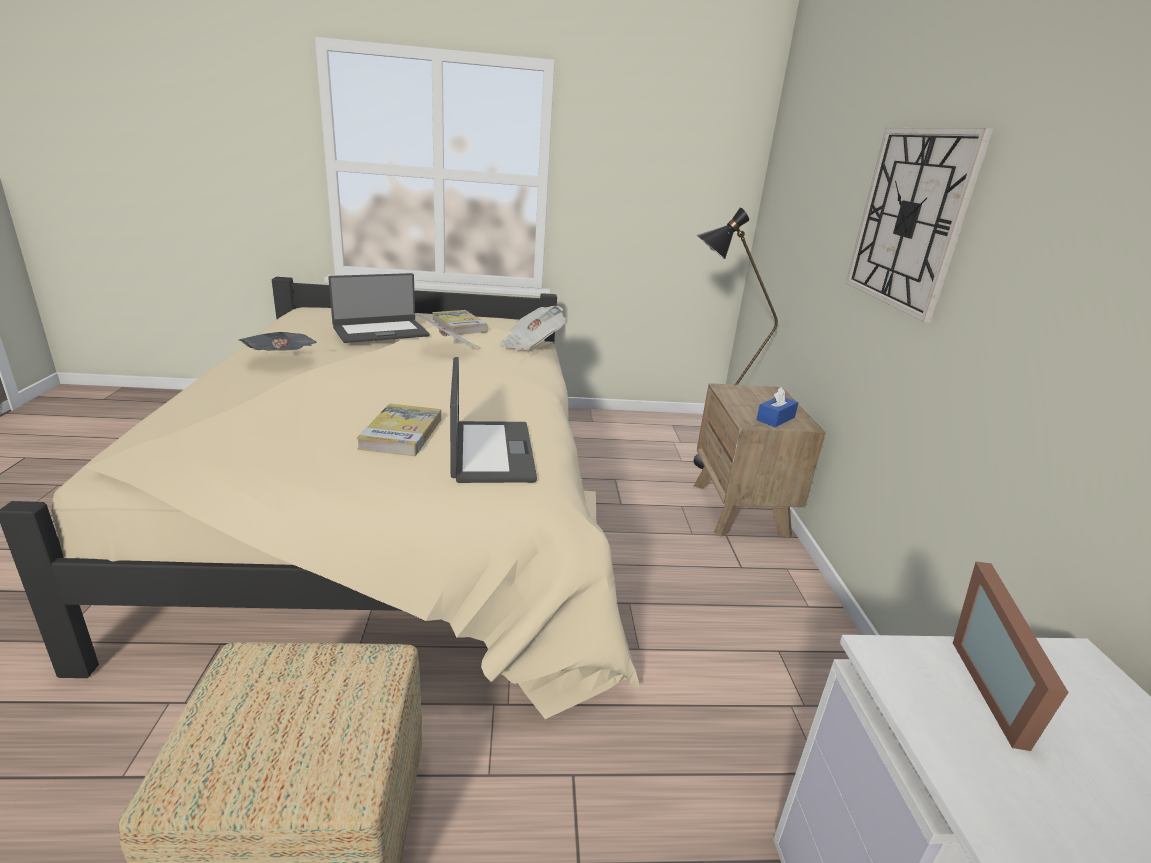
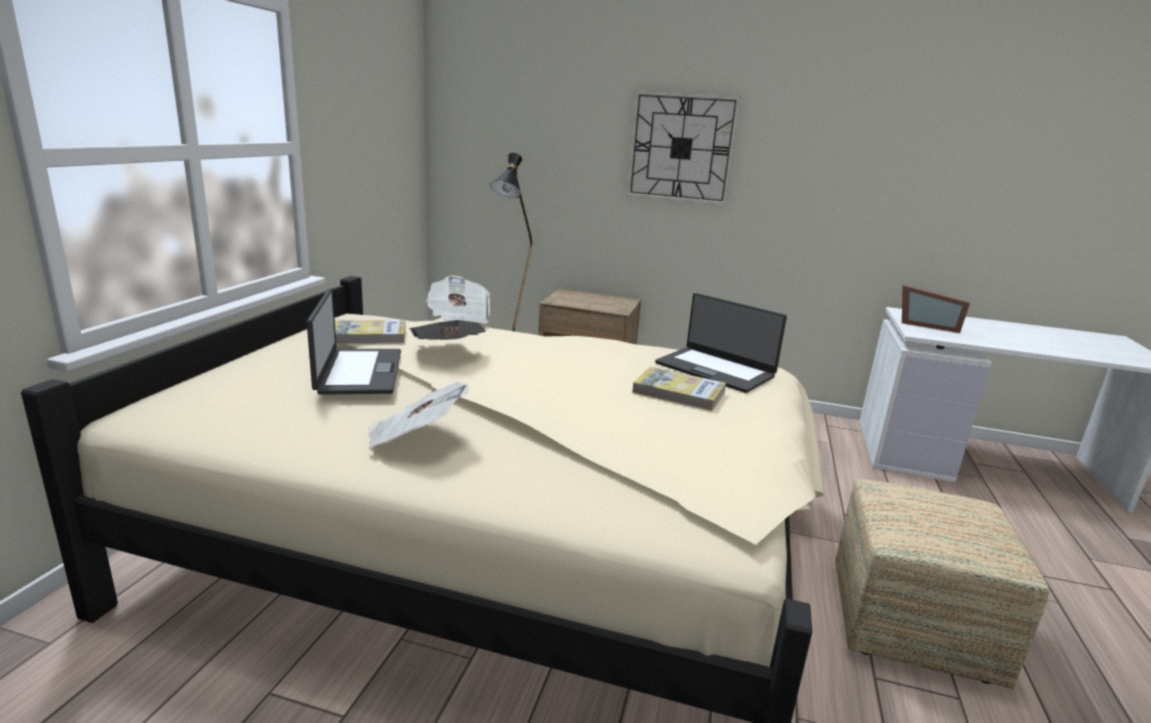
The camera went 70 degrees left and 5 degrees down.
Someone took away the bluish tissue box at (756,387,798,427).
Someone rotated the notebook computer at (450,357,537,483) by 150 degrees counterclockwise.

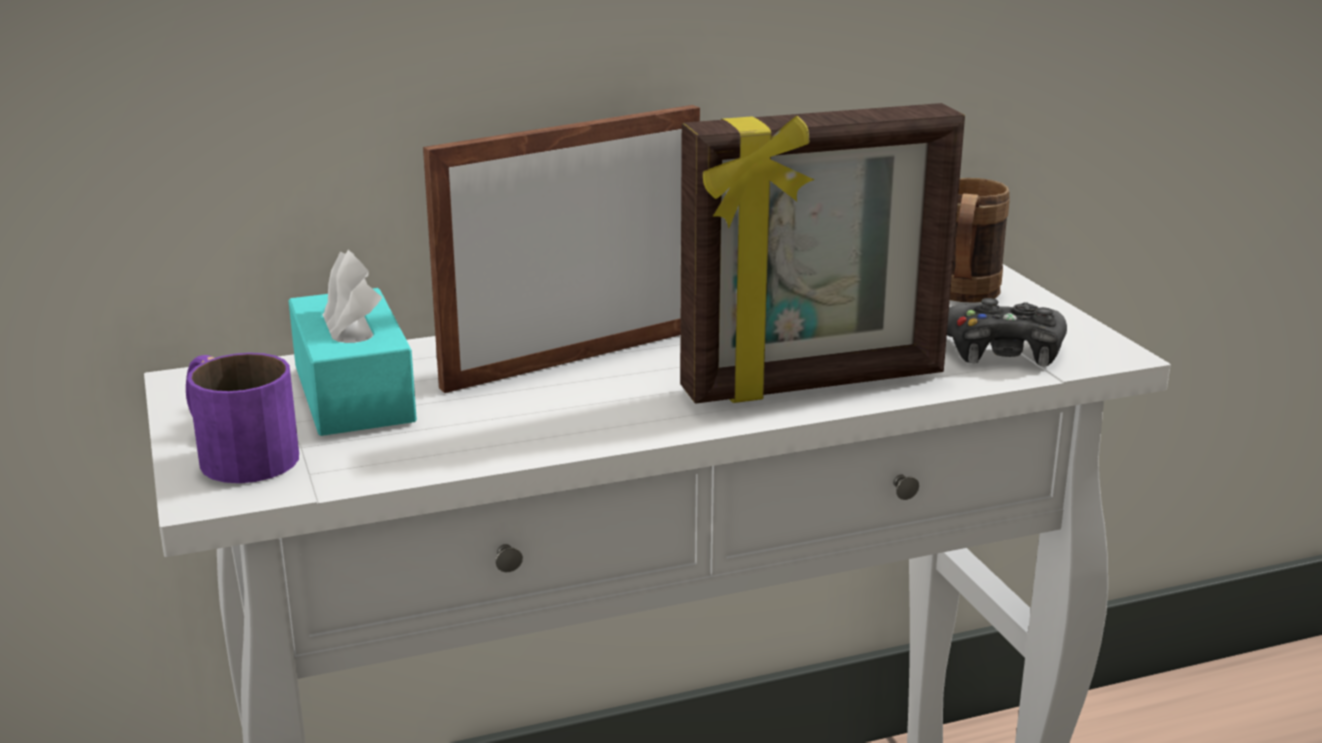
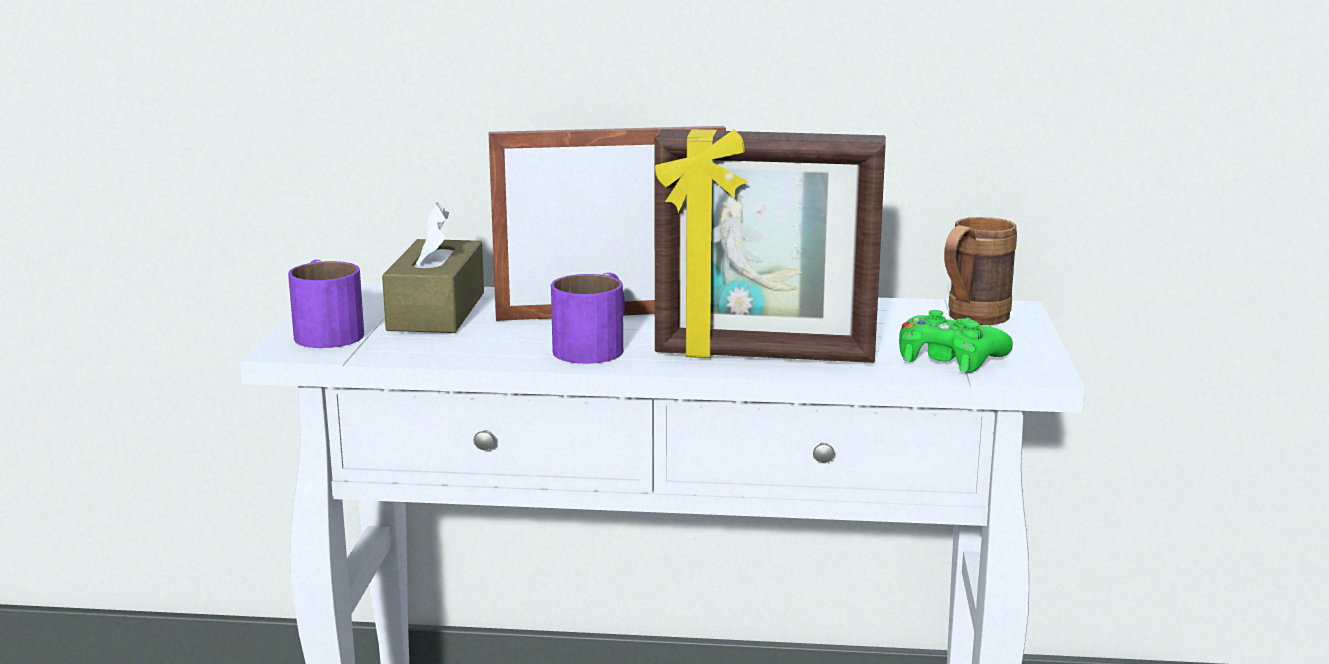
The camera went 25 degrees right and 5 degrees down.
Someone put down the purplish mug at (551,272,625,364).
Someone repainted the turquoise-coloured tissue box at (288,250,417,436), which became the brownish tissue box at (382,202,484,333).
Someone repainted the black-coloured game controller at (947,298,1067,366), which became the greenish game controller at (899,310,1013,373).

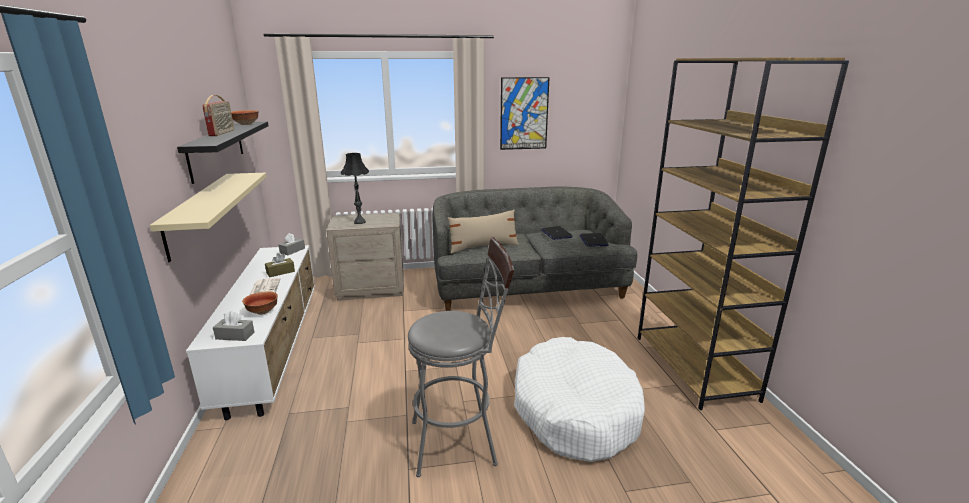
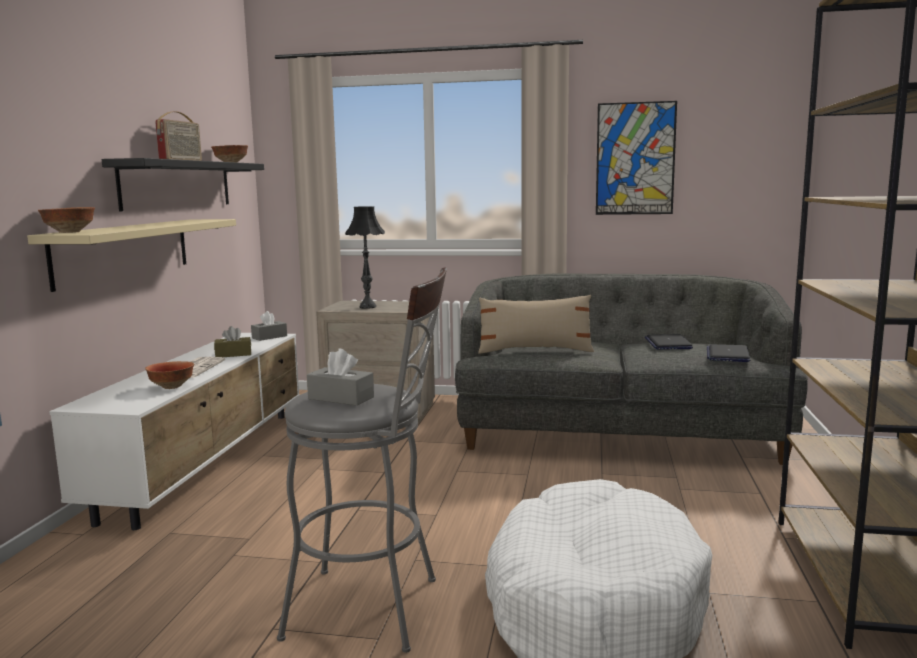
The camera went 20 degrees right and 10 degrees down.
Someone put down the serving bowl at (38,207,95,233).
Someone carried the gray tissue box from (213,311,254,341) to (307,349,374,406).

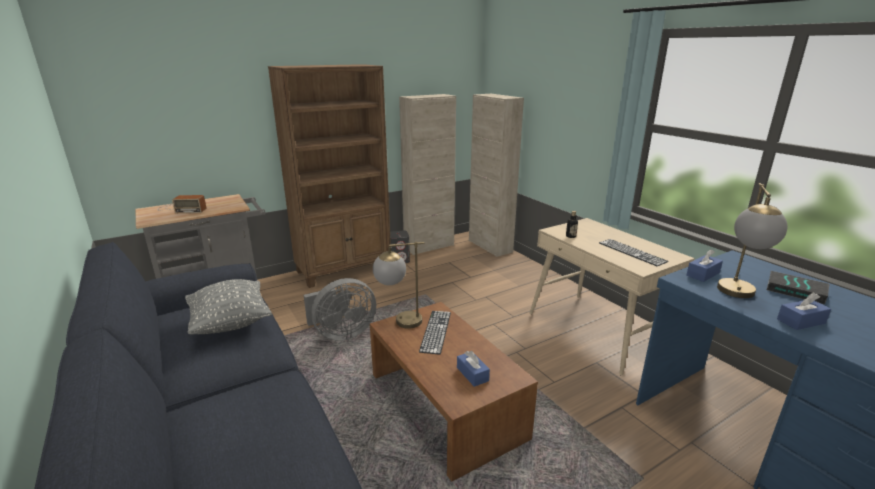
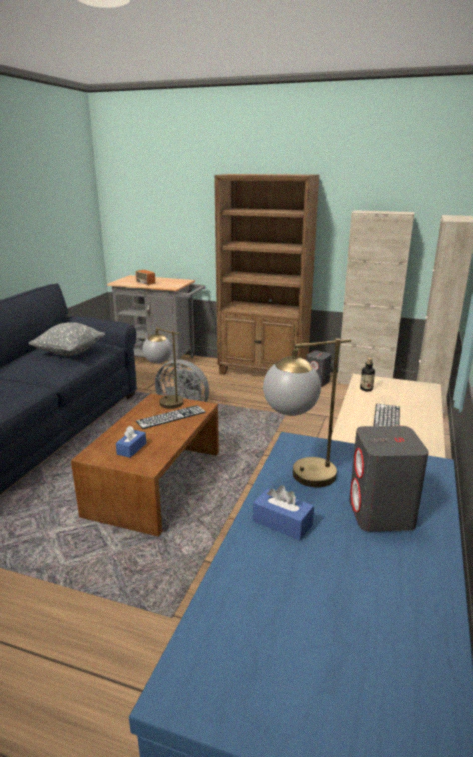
The camera went 50 degrees right and 0 degrees up.
Someone took away the bluish tissue box at (686,249,723,282).
Someone swapped the volume at (767,271,829,304) for the gray speaker at (349,426,429,531).

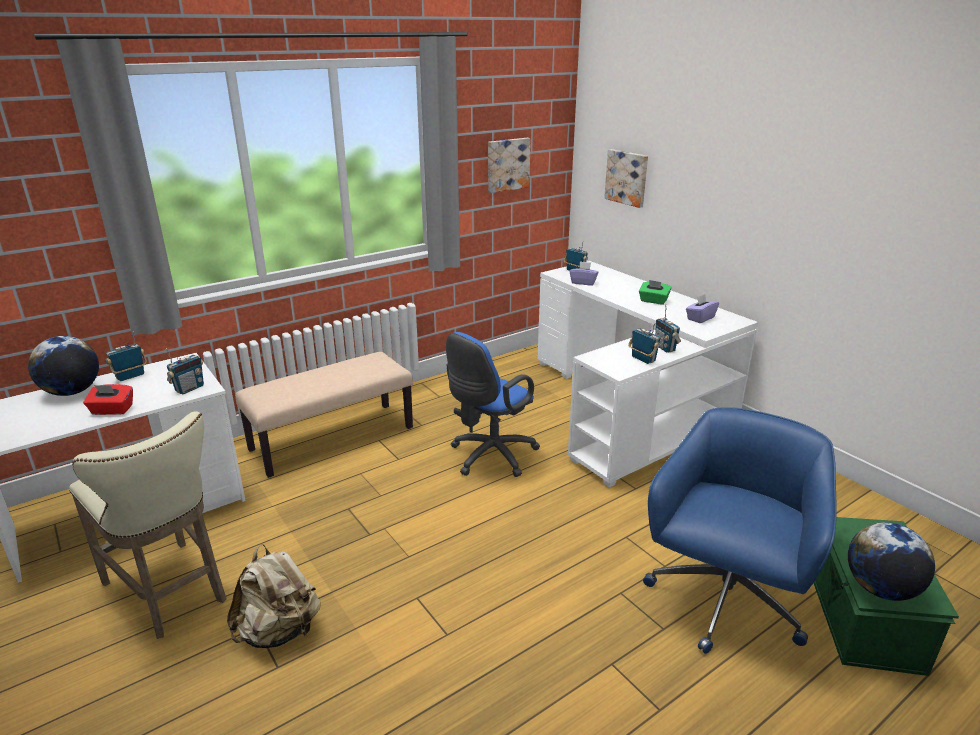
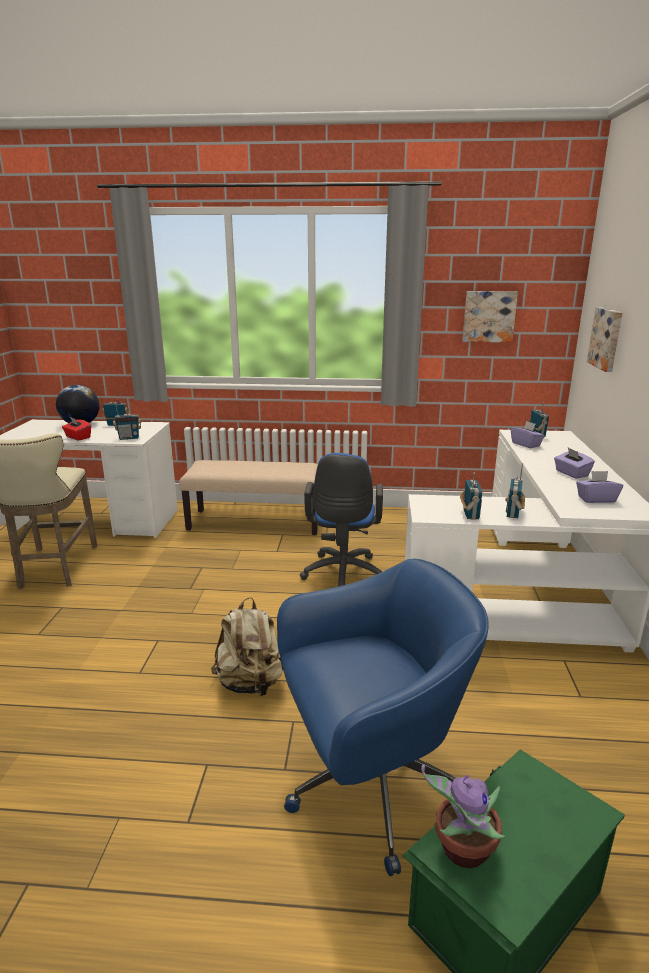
The camera went 40 degrees right and 5 degrees down.
Someone carried the sand-coloured rucksack from (227,544,321,648) to (211,597,283,696).
Someone swapped the world globe at (848,522,935,601) for the potted plant at (421,764,505,868).
Someone repainted the greenish tissue box at (639,280,671,305), which became the purplish tissue box at (554,448,595,479).
Someone rotated the bluish desk chair at (446,332,540,477) by 75 degrees counterclockwise.

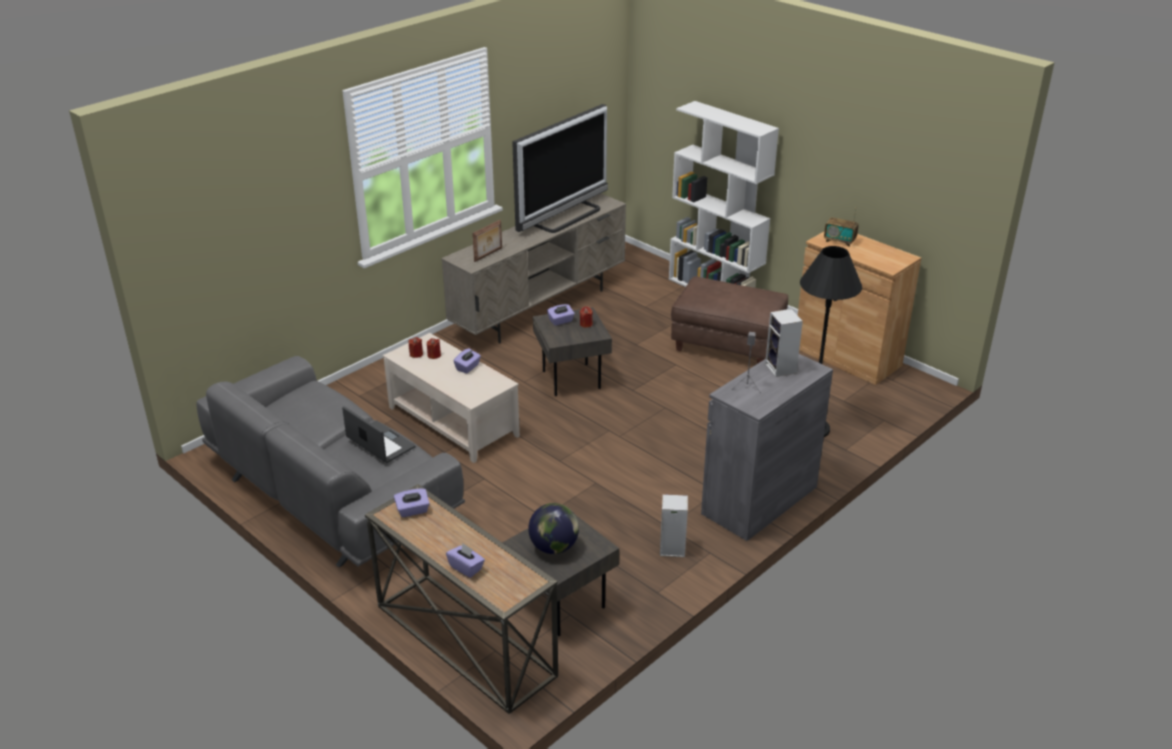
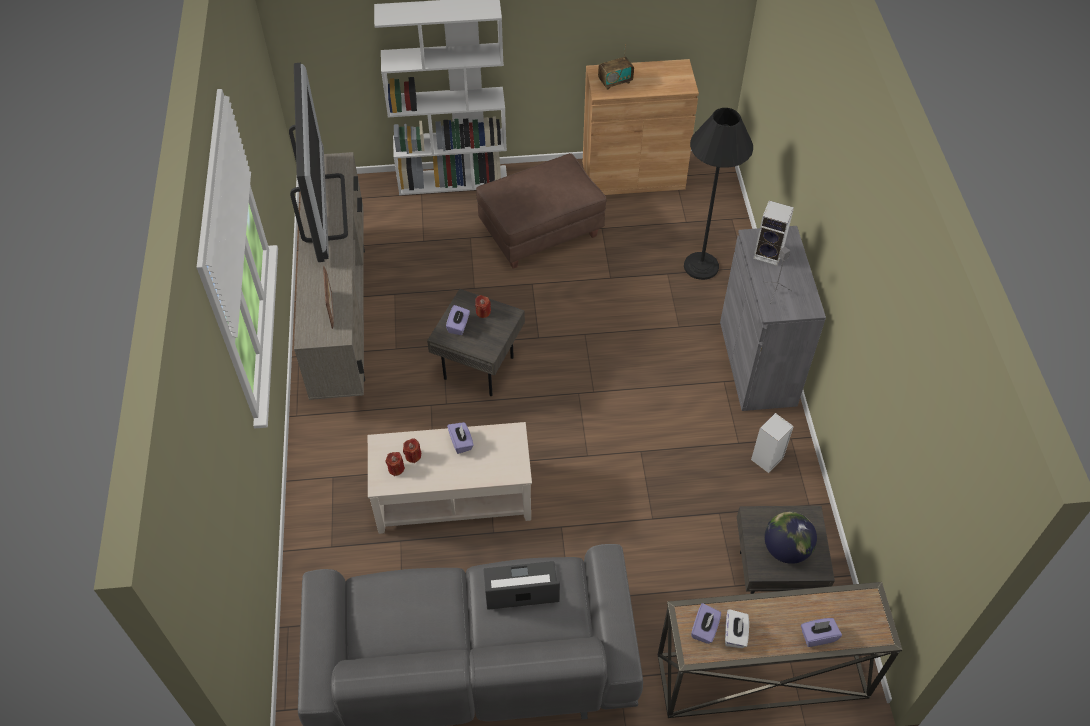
The camera went 50 degrees left and 20 degrees up.
Someone put down the white-coloured tissue box at (725,609,749,648).

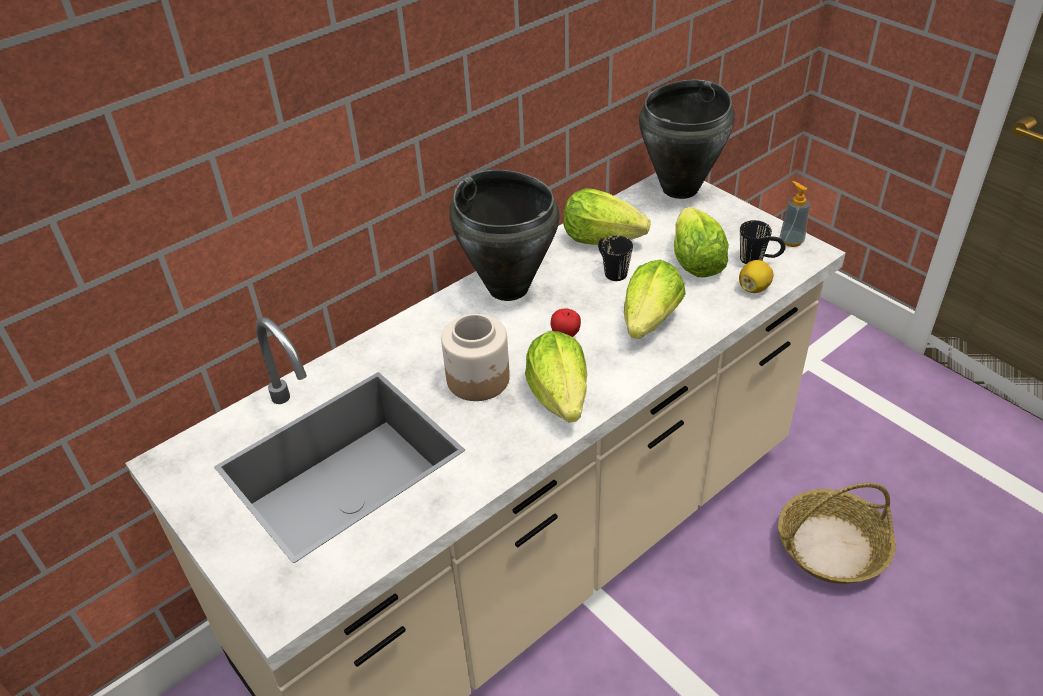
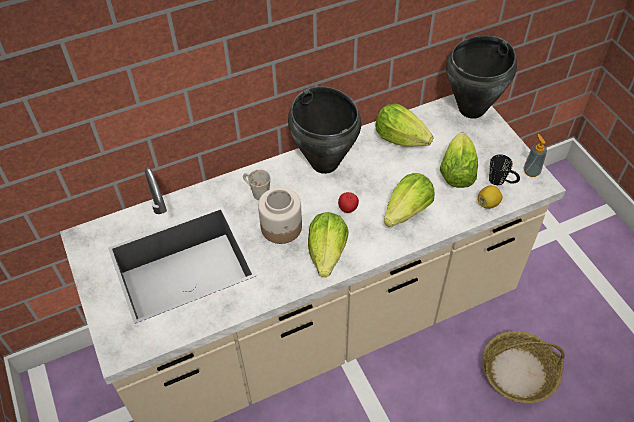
The camera went 15 degrees right and 10 degrees up.
Someone took away the black-coloured mug at (598,236,633,281).
Someone put down the white-coloured mug at (243,169,270,200).

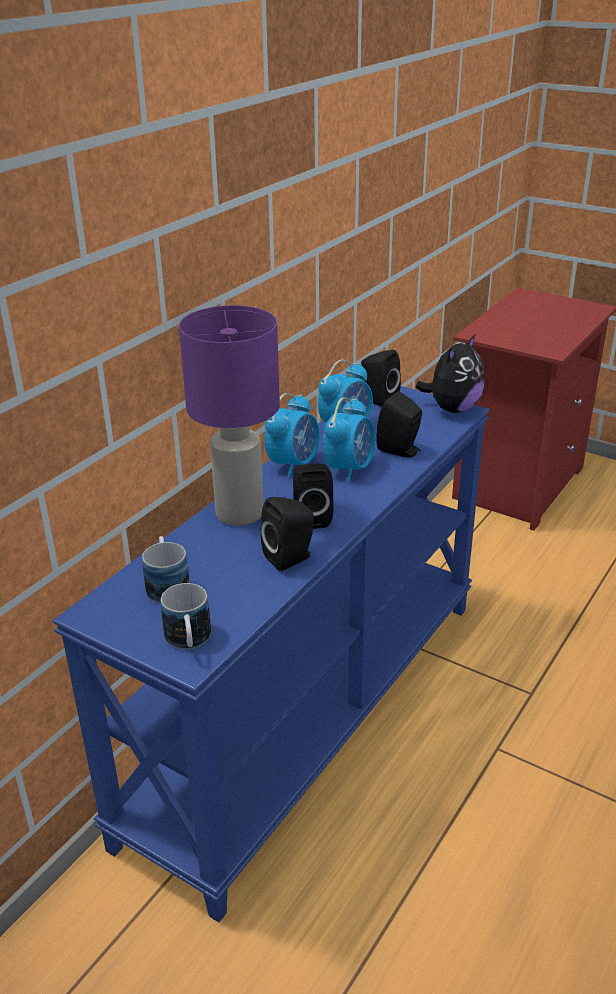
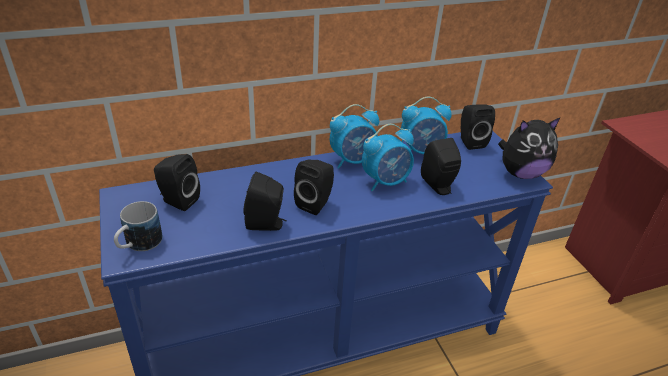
The camera went 35 degrees right and 5 degrees up.
Someone took away the purplish table lamp at (179,305,280,526).
Someone swapped the mug at (142,536,190,604) for the black-coloured speaker at (154,154,200,211).

